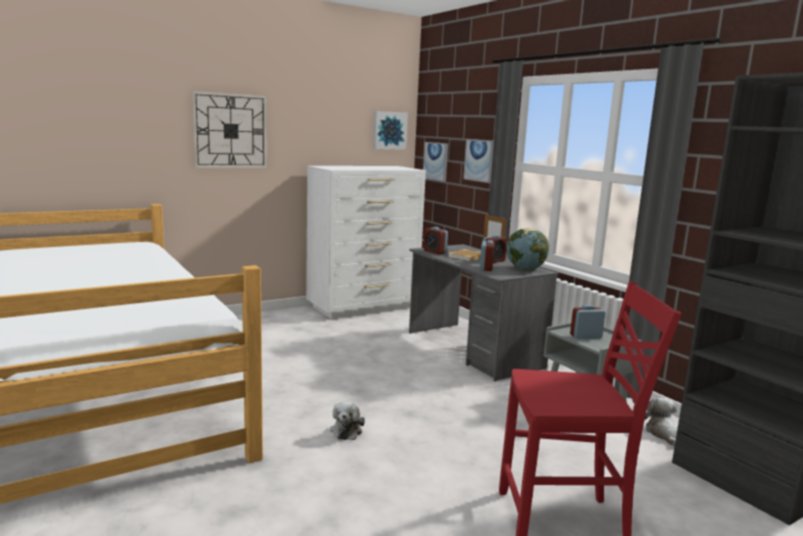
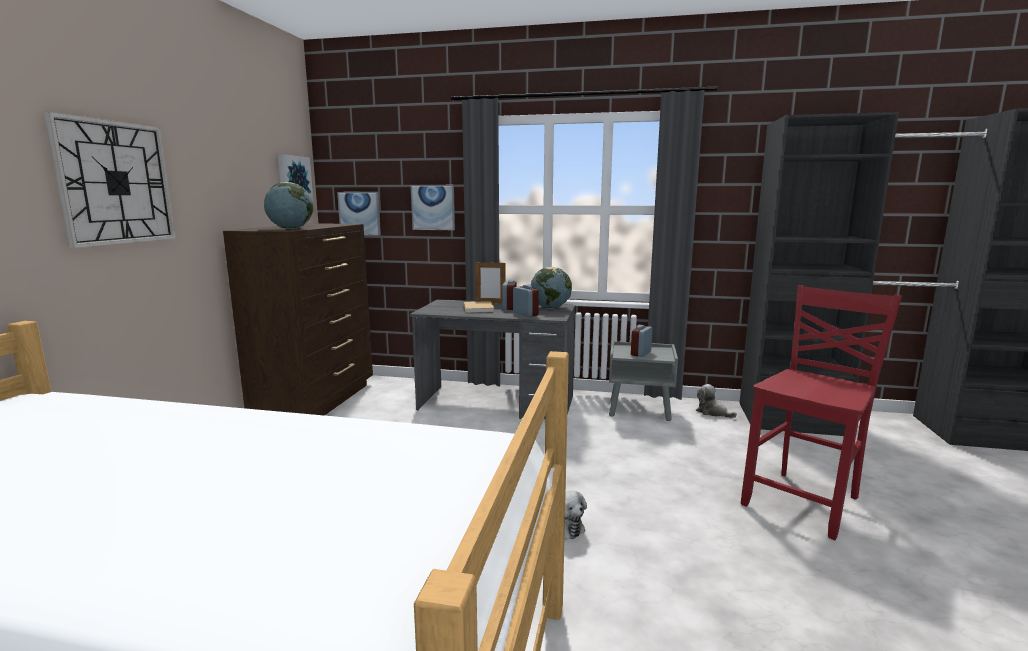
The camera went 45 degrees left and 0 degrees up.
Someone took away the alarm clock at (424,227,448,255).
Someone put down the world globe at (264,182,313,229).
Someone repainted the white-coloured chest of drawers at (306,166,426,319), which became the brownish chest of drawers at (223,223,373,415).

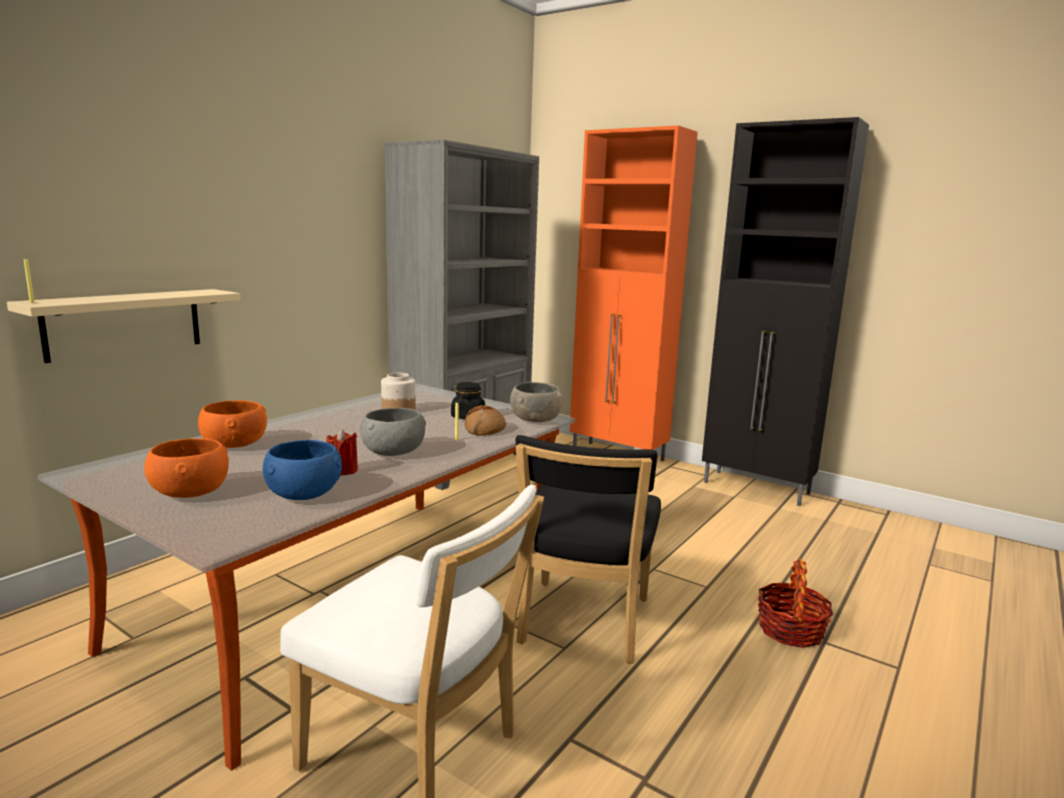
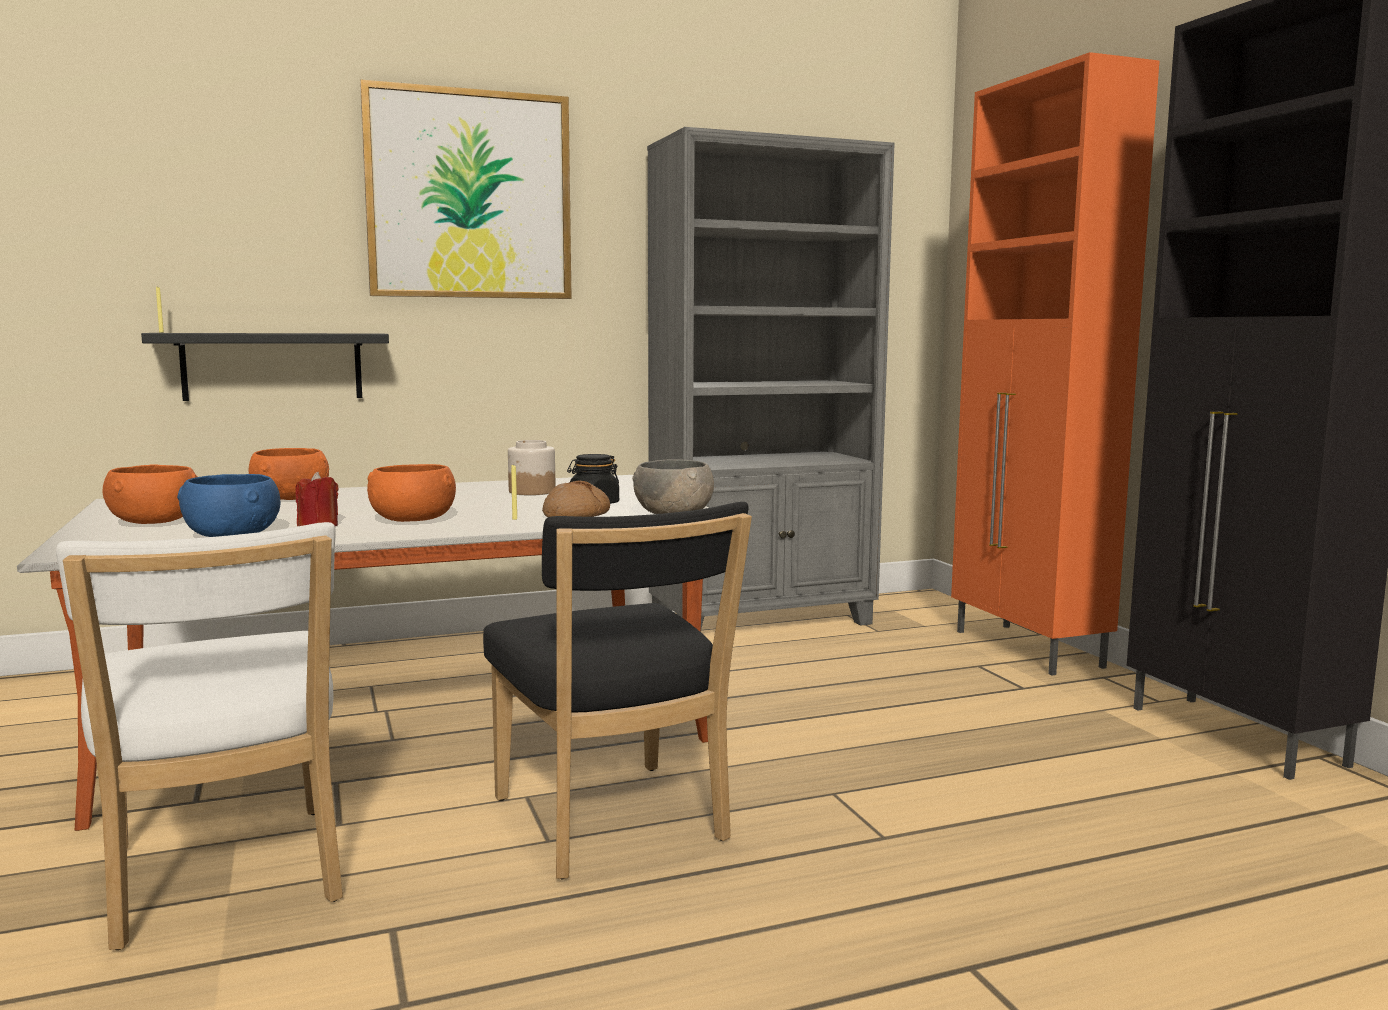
The camera went 35 degrees right and 5 degrees down.
Someone took away the household basket at (757,559,833,648).
Someone put up the wall art at (360,80,572,299).
Someone repainted the sand-coloured shelf at (7,289,240,363), which became the black-coloured shelf at (141,333,389,401).
Someone repainted the gray serving bowl at (360,408,426,456), which became the orange serving bowl at (367,464,456,522).
Someone rotated the black-coloured plain chair at (515,435,661,664) by 75 degrees counterclockwise.

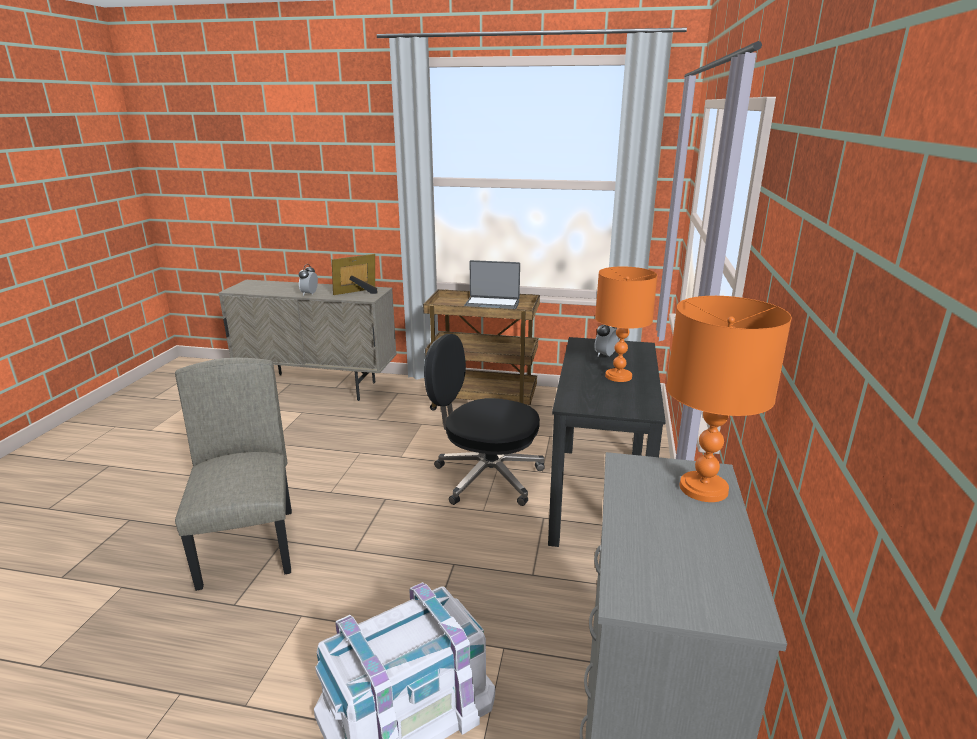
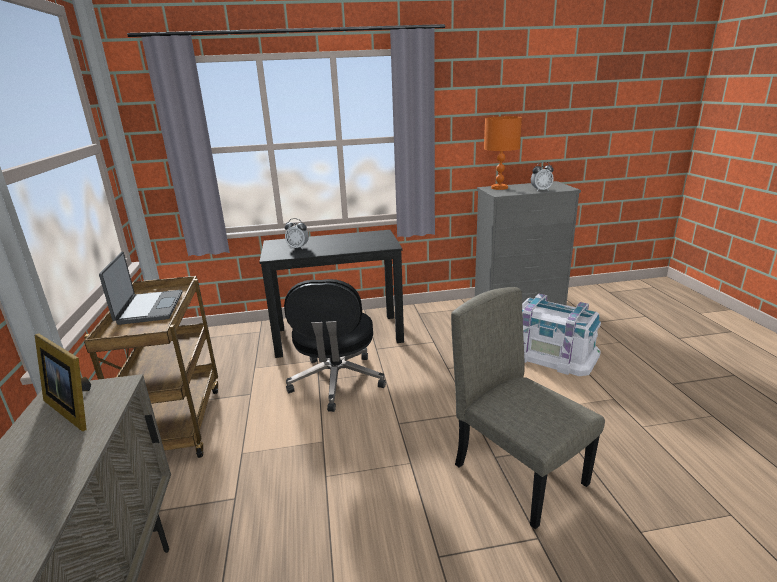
The camera went 110 degrees left and 0 degrees up.
Someone took away the orange table lamp at (595,266,658,382).
Someone carried the alarm clock from (299,264,318,296) to (531,162,554,191).
Someone rotated the sand-coloured plain chair at (175,358,292,591) by 90 degrees clockwise.

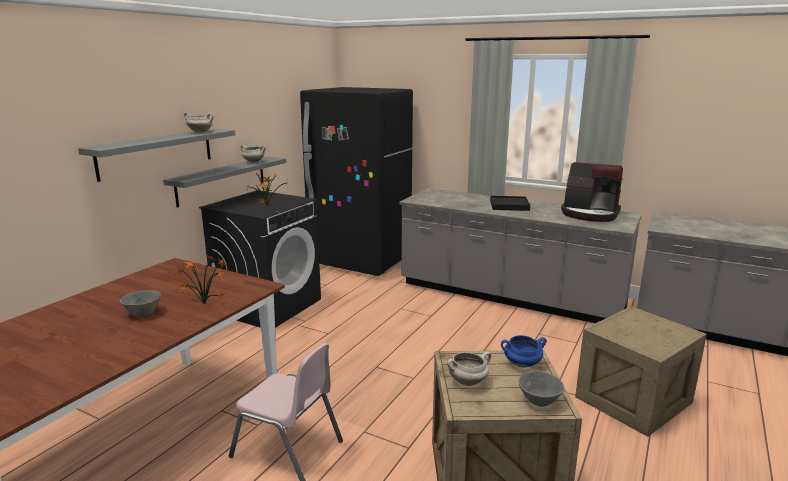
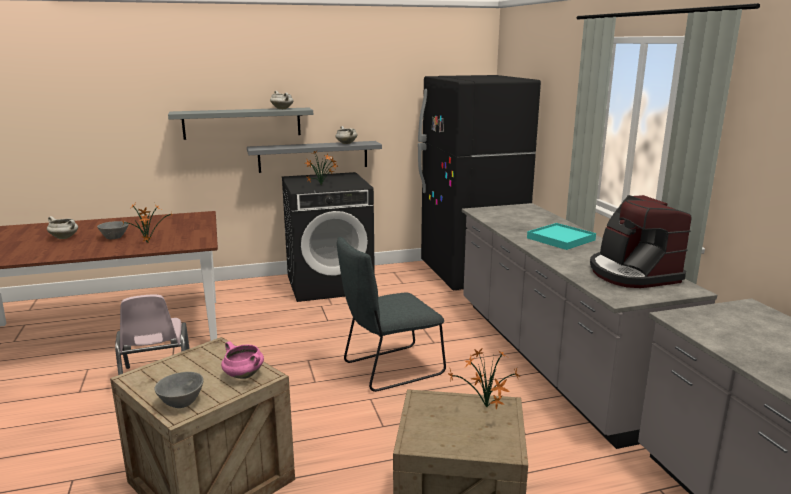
The camera went 45 degrees right and 0 degrees up.
Someone put down the gray plain chair at (337,237,446,392).
Someone put down the potted plant at (448,347,520,410).
Someone carried the white-coloured cooking pot from (447,351,491,386) to (47,216,78,239).
Someone repainted the black-coloured serving tray at (490,196,530,211), which became the turquoise-coloured serving tray at (527,223,596,250).
Someone repainted the bluish cooking pot at (501,335,547,368), which became the pink-coloured cooking pot at (221,341,264,379).

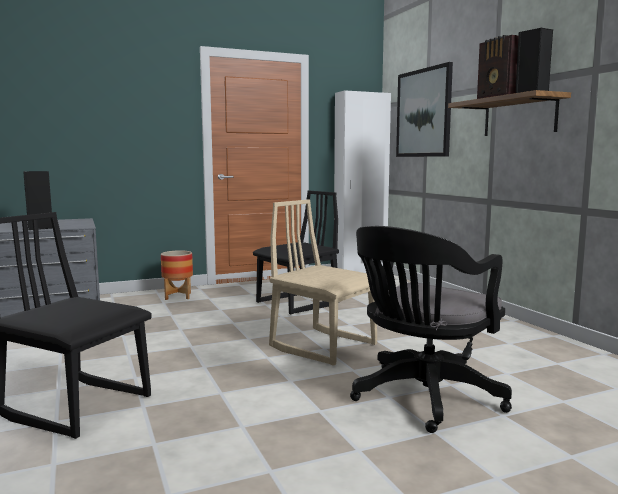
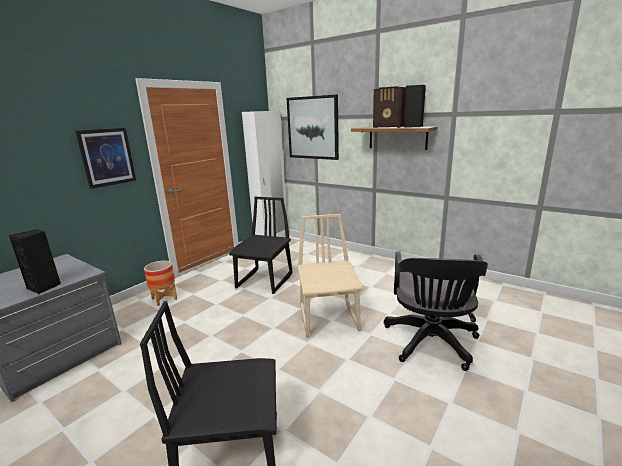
The camera went 30 degrees left and 10 degrees up.
Someone put up the wall art at (75,128,136,189).
Someone rotated the sand-coloured plain chair at (269,199,377,366) by 75 degrees clockwise.

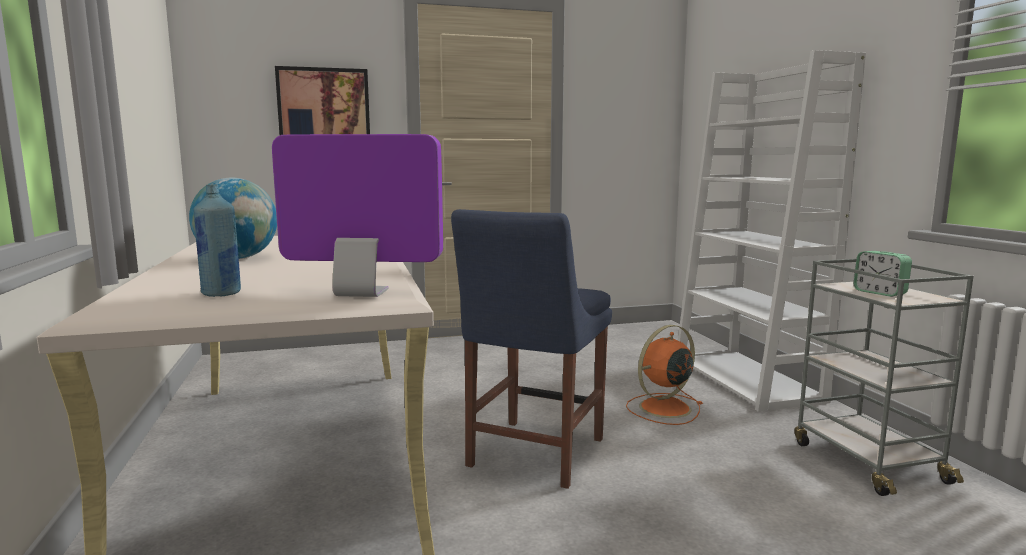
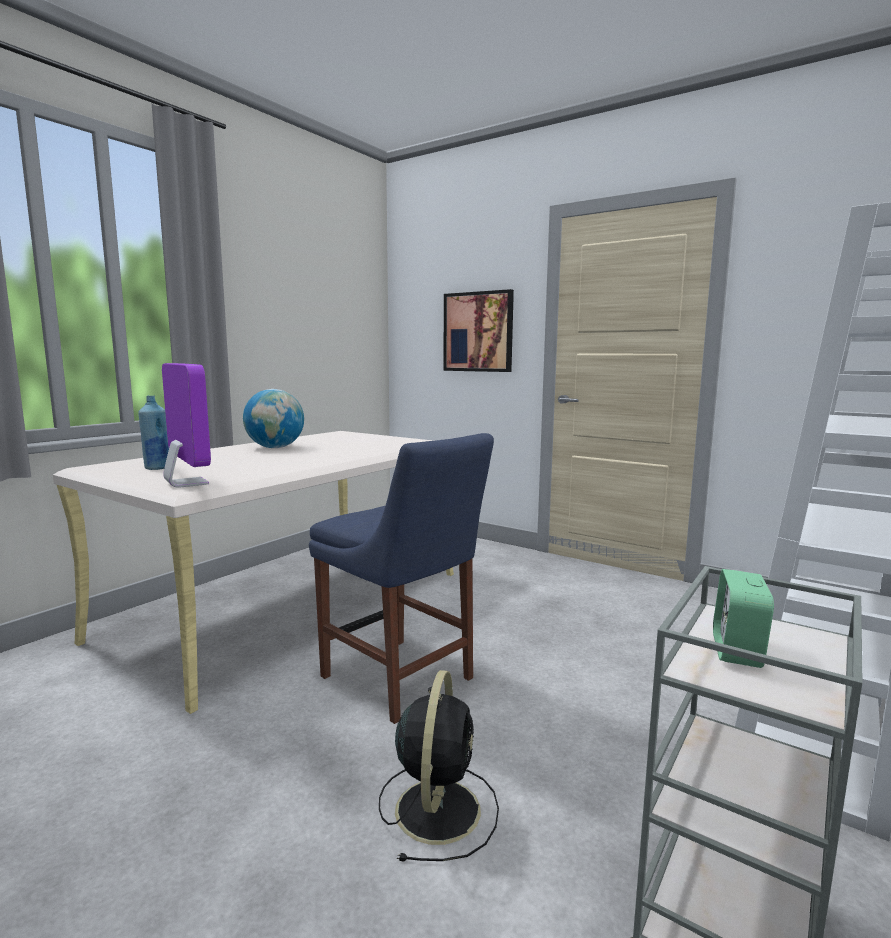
The camera went 50 degrees right and 0 degrees up.
Someone took away the orange fan at (626,325,702,425).
Someone put down the black-coloured fan at (379,670,499,862).
Someone rotated the bluish plain chair at (451,209,612,489) by 120 degrees counterclockwise.

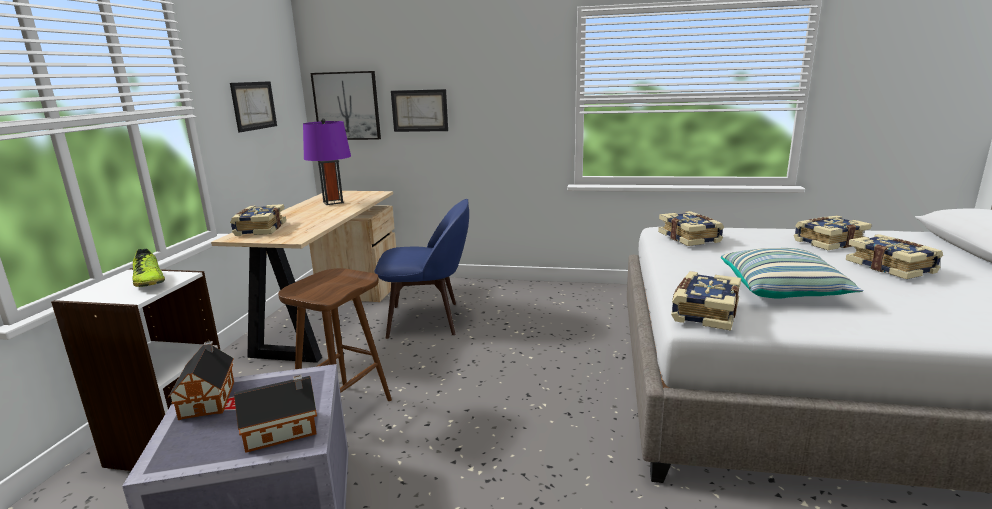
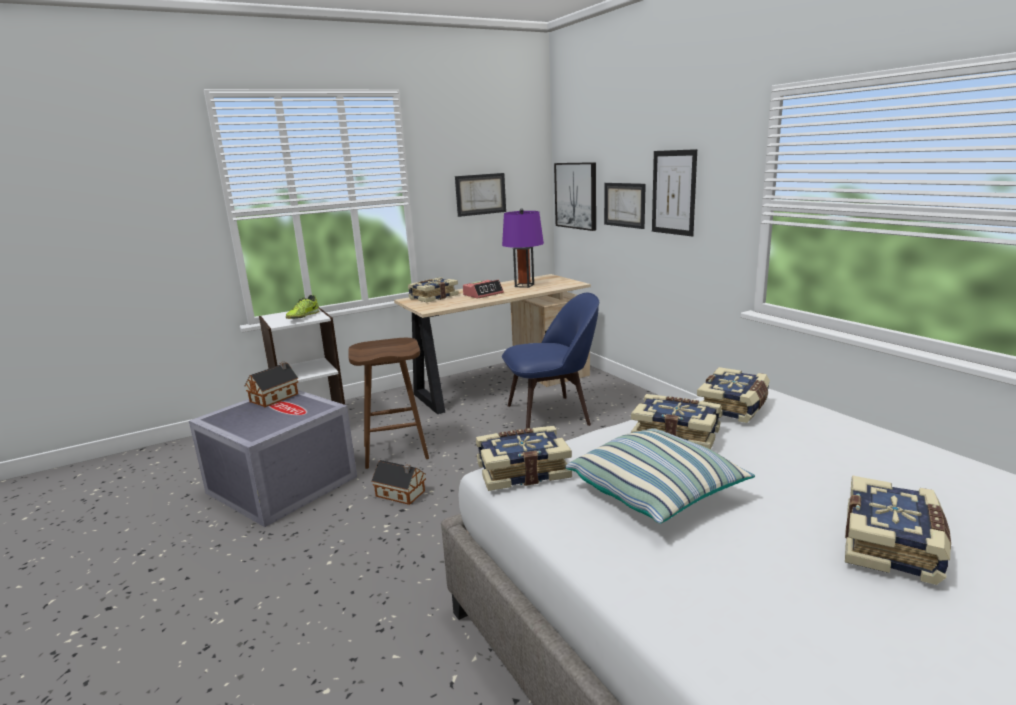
The camera went 50 degrees right and 0 degrees up.
Someone put down the alarm clock at (463,280,504,298).
Someone put up the wall art at (652,149,697,236).
Someone carried the toy house from (234,375,317,453) to (371,460,426,505).
Someone carried the volume from (794,216,872,250) to (631,394,721,450).
Someone rotated the bluish plain chair at (374,199,469,339) by 60 degrees counterclockwise.

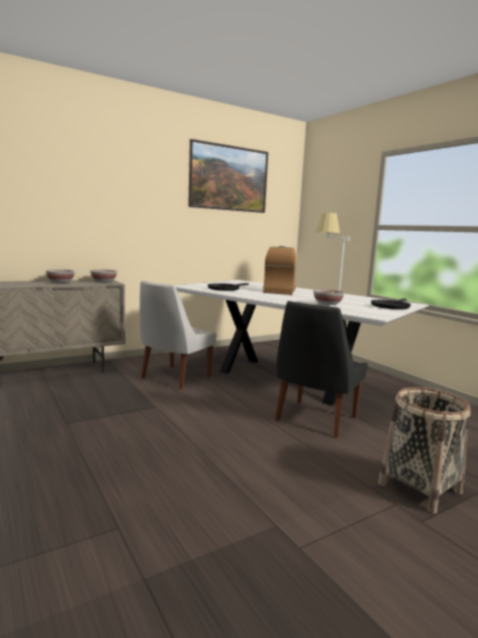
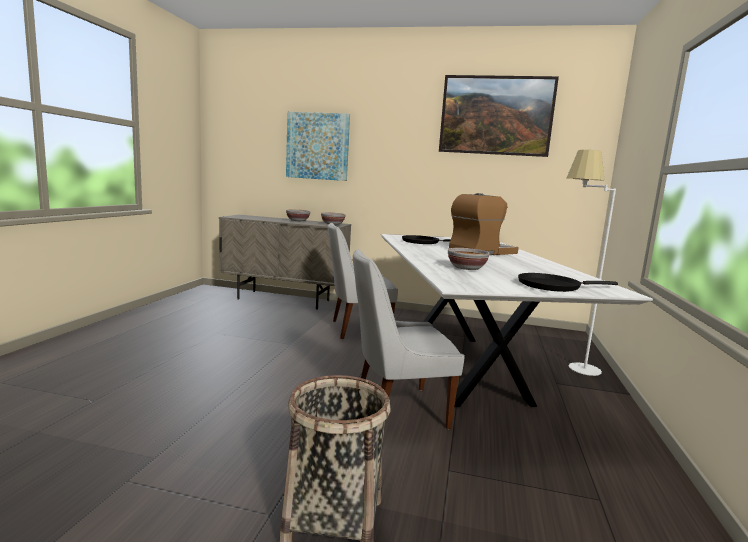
The camera went 45 degrees right and 0 degrees up.
Someone put up the wall art at (286,112,350,181).
Someone repainted the black-coloured plain chair at (275,301,368,438), which became the white-coloured plain chair at (353,249,465,429).

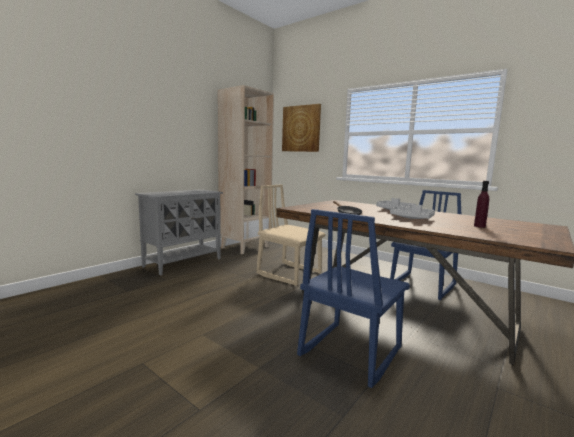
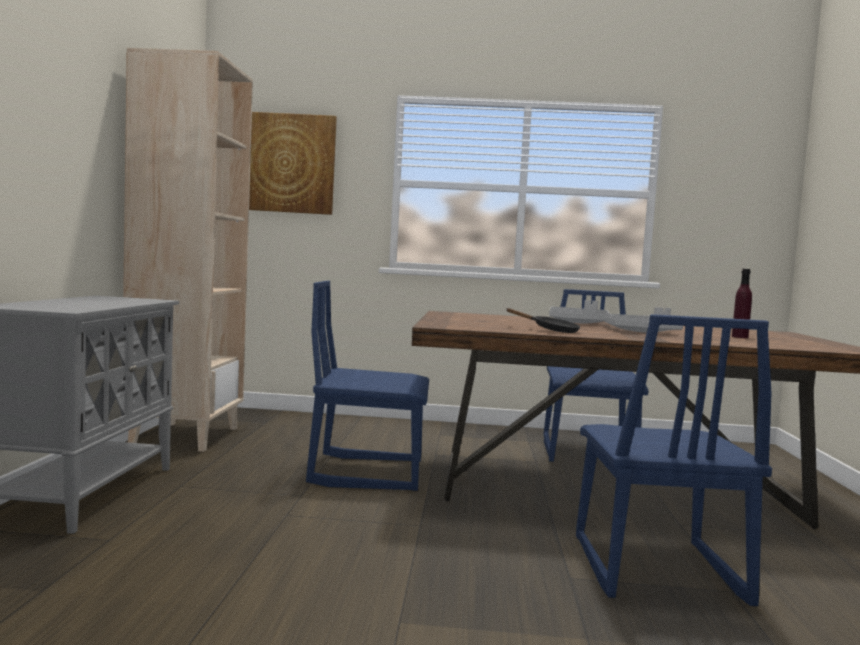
The camera went 35 degrees left and 5 degrees down.
Someone repainted the sand-coloured plain chair at (256,184,326,286), which became the bluish plain chair at (306,281,429,491).

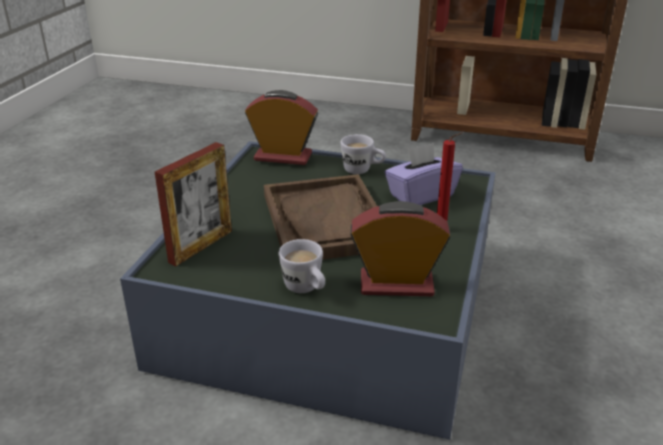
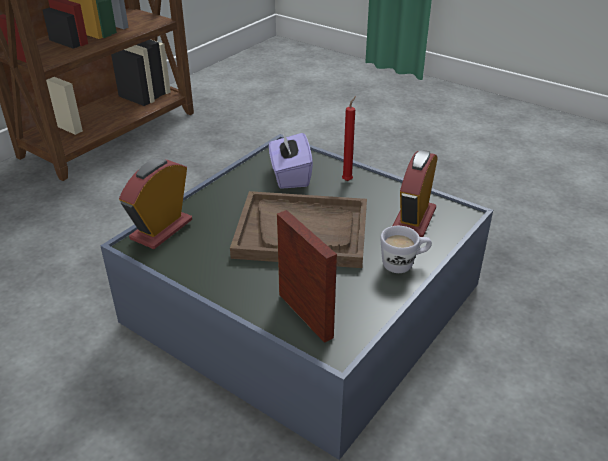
The camera went 70 degrees left and 5 degrees up.
Someone took away the white-coloured mug at (341,134,386,174).

